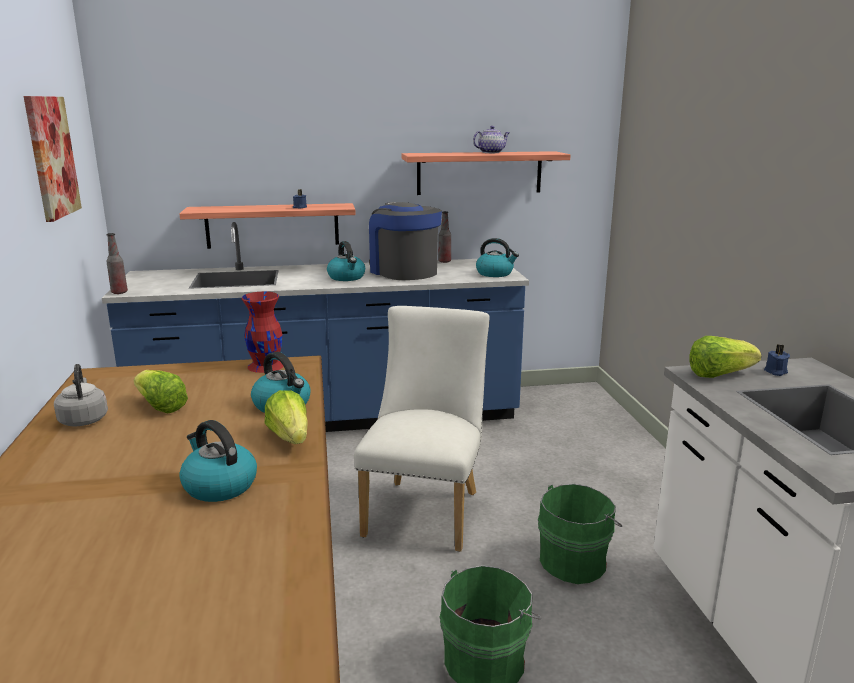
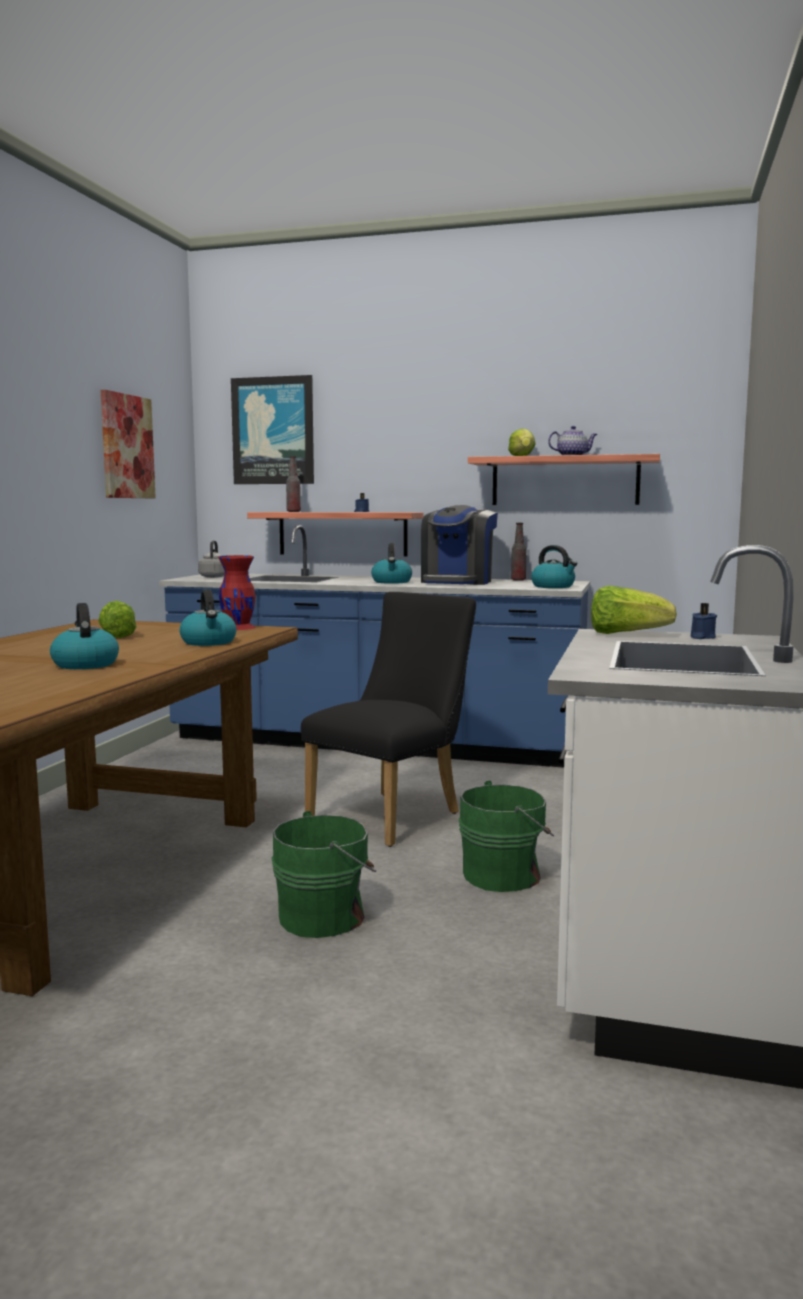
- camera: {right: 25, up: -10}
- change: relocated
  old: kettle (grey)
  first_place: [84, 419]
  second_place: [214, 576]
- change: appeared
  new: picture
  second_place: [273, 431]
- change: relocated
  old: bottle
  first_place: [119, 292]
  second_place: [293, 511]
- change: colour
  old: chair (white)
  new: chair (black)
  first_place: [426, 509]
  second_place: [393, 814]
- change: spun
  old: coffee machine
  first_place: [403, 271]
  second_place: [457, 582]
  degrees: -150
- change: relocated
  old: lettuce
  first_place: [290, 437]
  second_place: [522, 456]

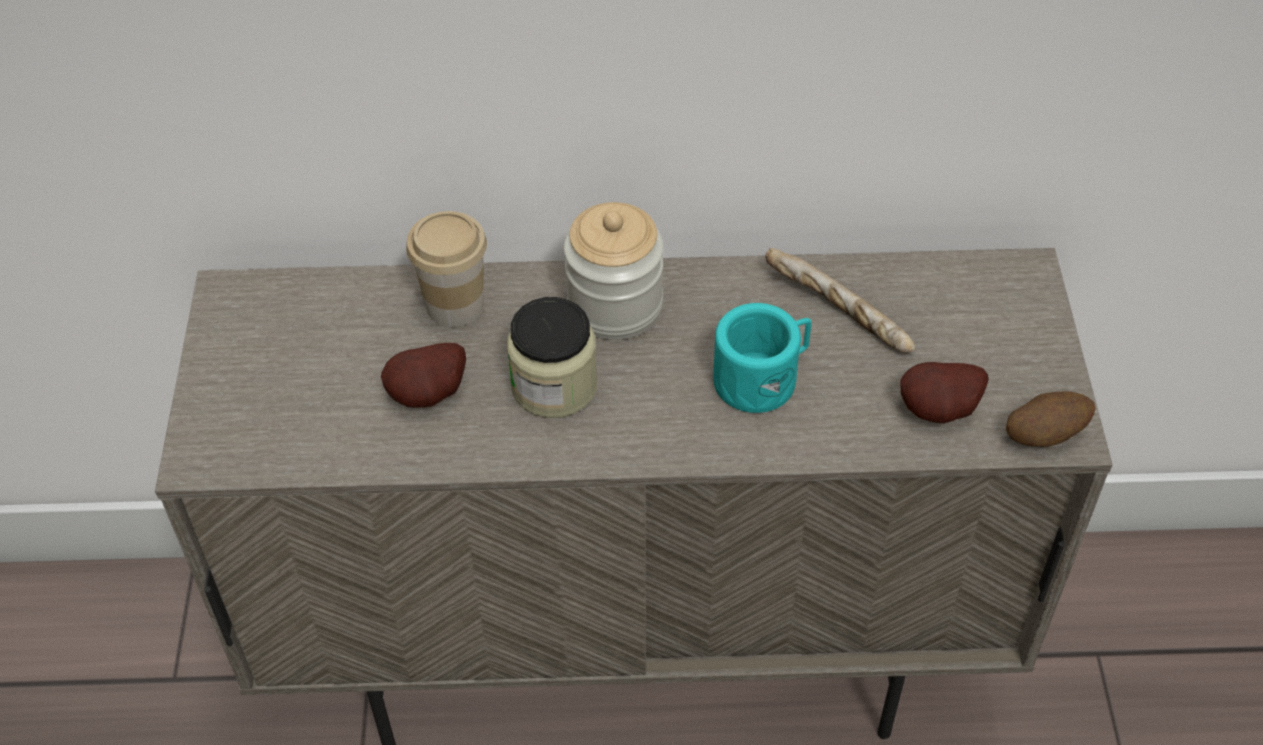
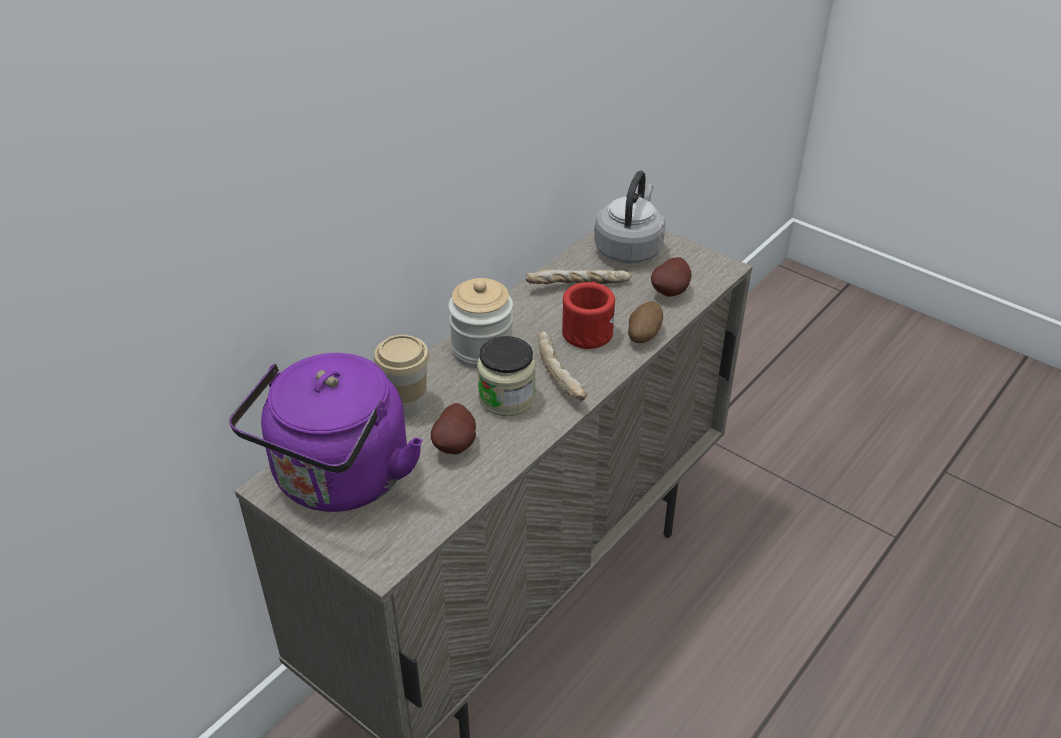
- camera: {right: -50, up: -10}
- change: appeared
  new: kettle (purple)
  second_place: [338, 481]
- change: appeared
  new: bread
  second_place: [561, 374]
- change: colour
  old: mug (turquoise)
  new: mug (red)
  first_place: [763, 378]
  second_place: [588, 330]
- change: appeared
  new: kettle (grey)
  second_place: [629, 248]
- change: relocated
  old: potato
  first_place: [1043, 435]
  second_place: [643, 335]

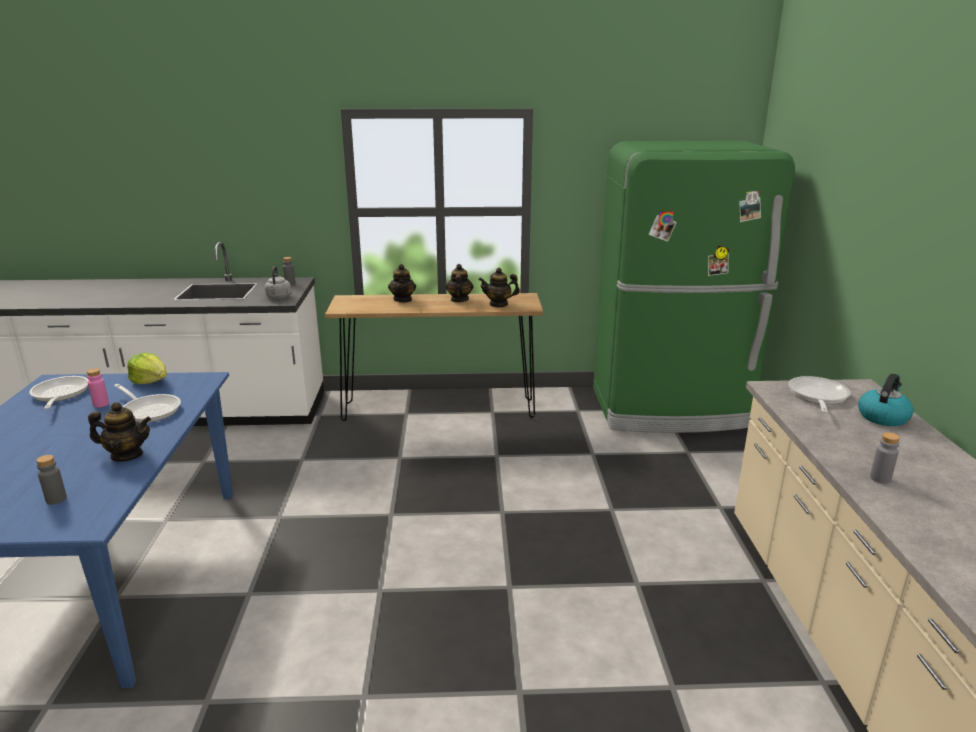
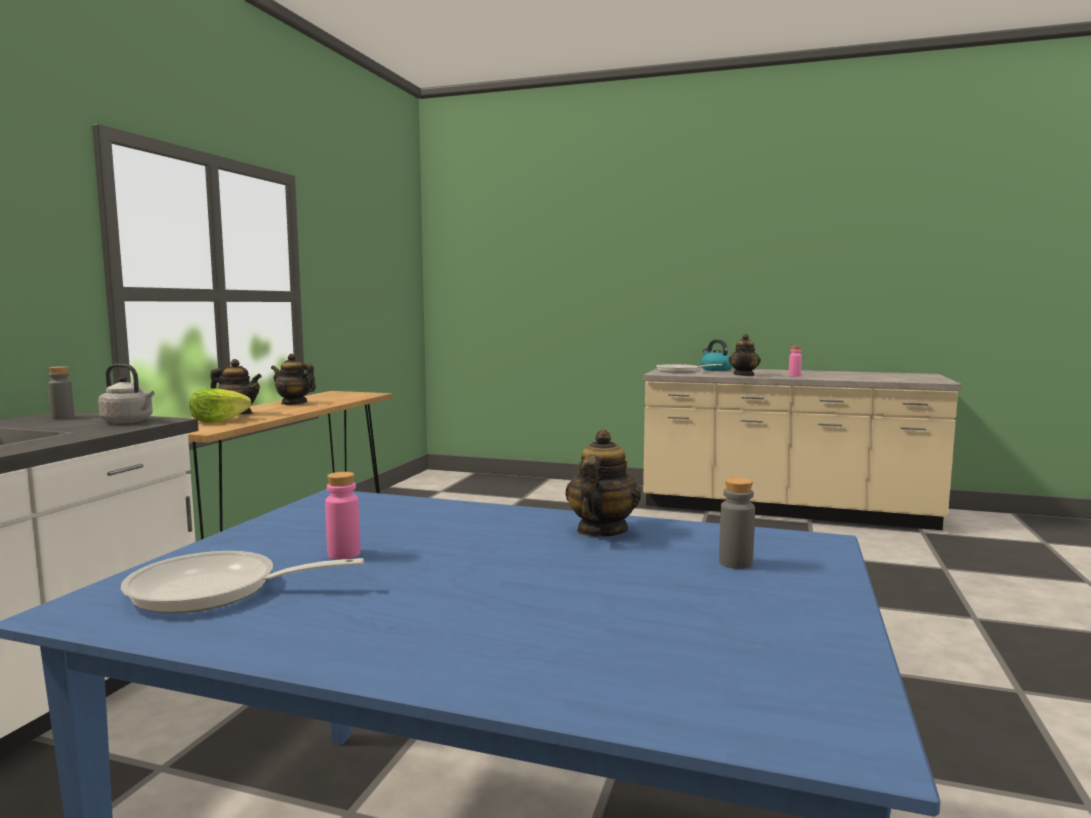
- camera: {right: -70, up: -15}
- change: relocated
  old: lettuce
  first_place: [150, 381]
  second_place: [218, 421]
- change: relocated
  old: teapot
  first_place: [498, 304]
  second_place: [744, 375]
- change: colour
  old: bottle (grey)
  new: bottle (pink)
  first_place: [880, 478]
  second_place: [794, 376]
- change: missing
  old: frying pan
  first_place: [149, 410]
- change: missing
  old: fridge (green)
  first_place: [671, 409]

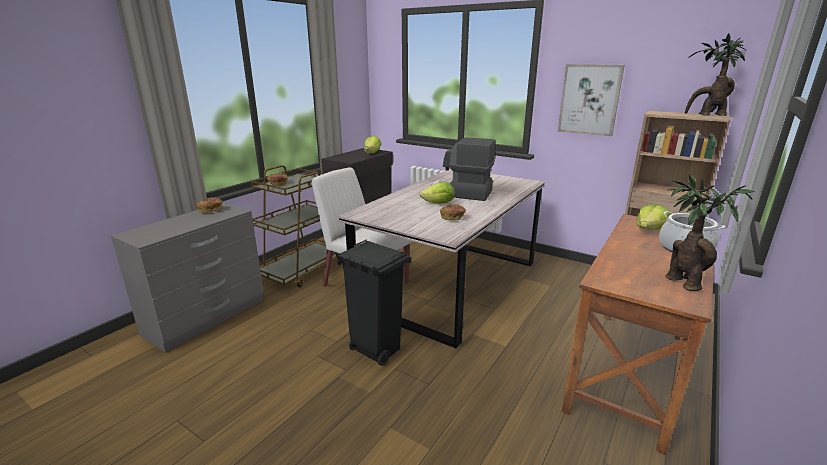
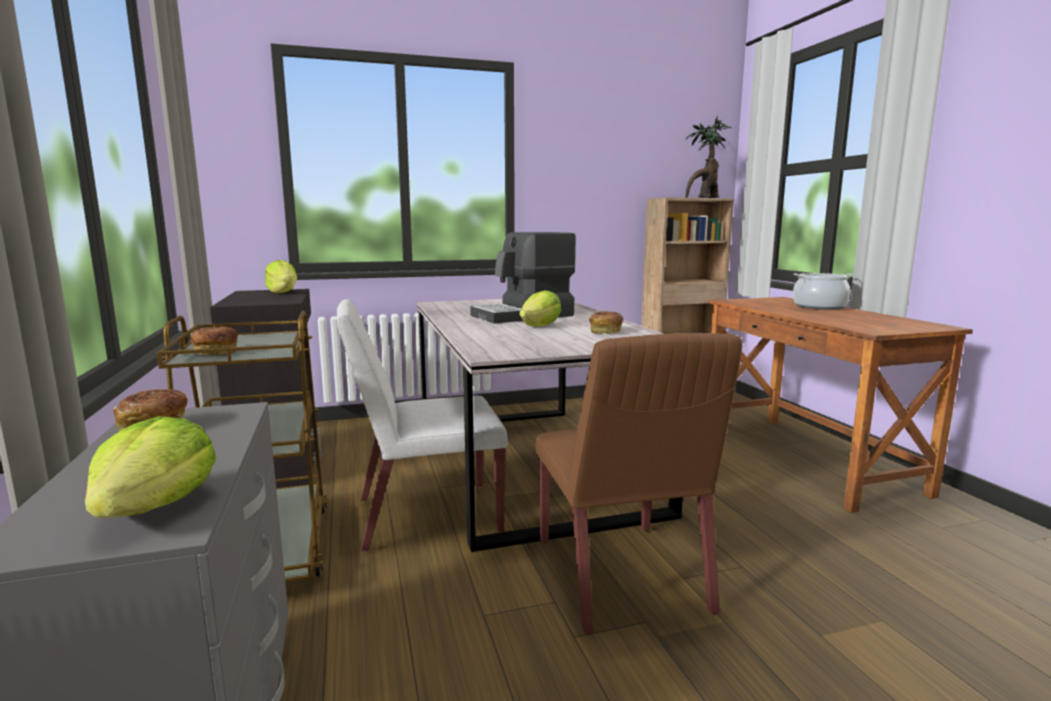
- camera: {right: -50, up: -10}
- change: relocated
  old: lettuce
  first_place: [649, 229]
  second_place: [155, 507]
- change: exchanged
  old: trash can (black)
  new: chair (brown)
  first_place: [375, 350]
  second_place: [621, 576]
- change: missing
  old: picture
  first_place: [589, 99]
- change: missing
  old: potted plant
  first_place: [681, 281]

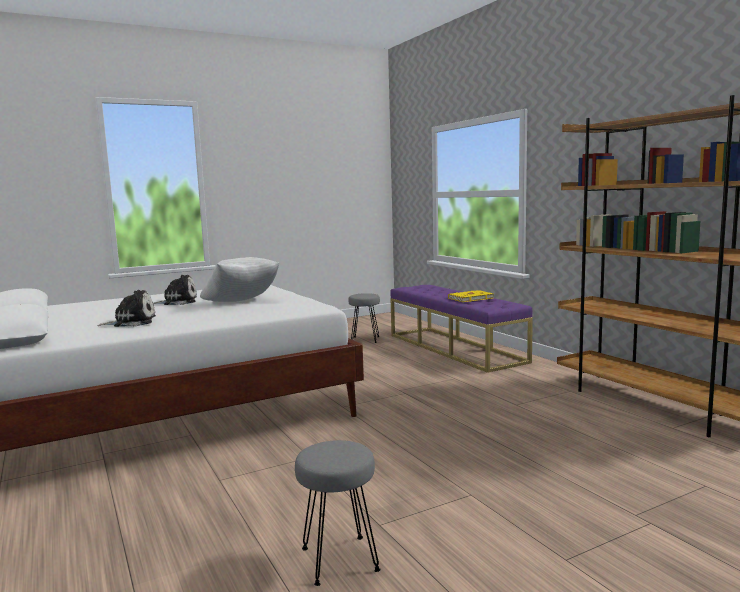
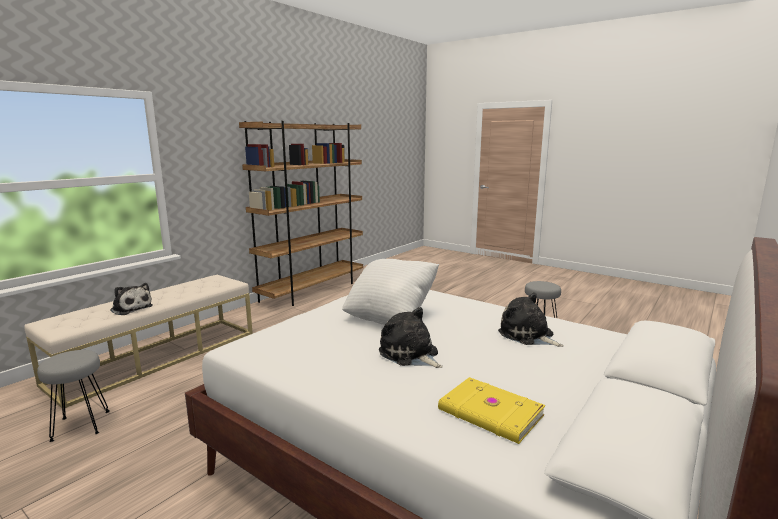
- camera: {right: -115, up: 5}
- change: colour
  old: bench (purple)
  new: bench (beige)
  first_place: [455, 348]
  second_place: [157, 356]
- change: appeared
  new: plush toy
  second_place: [131, 308]
- change: relocated
  old: book (yellow)
  first_place: [470, 298]
  second_place: [490, 414]

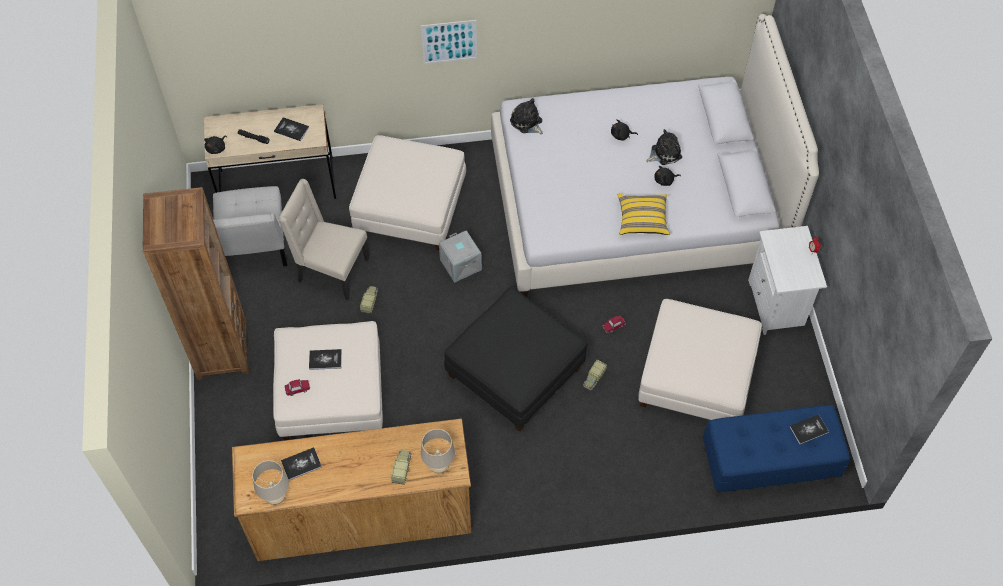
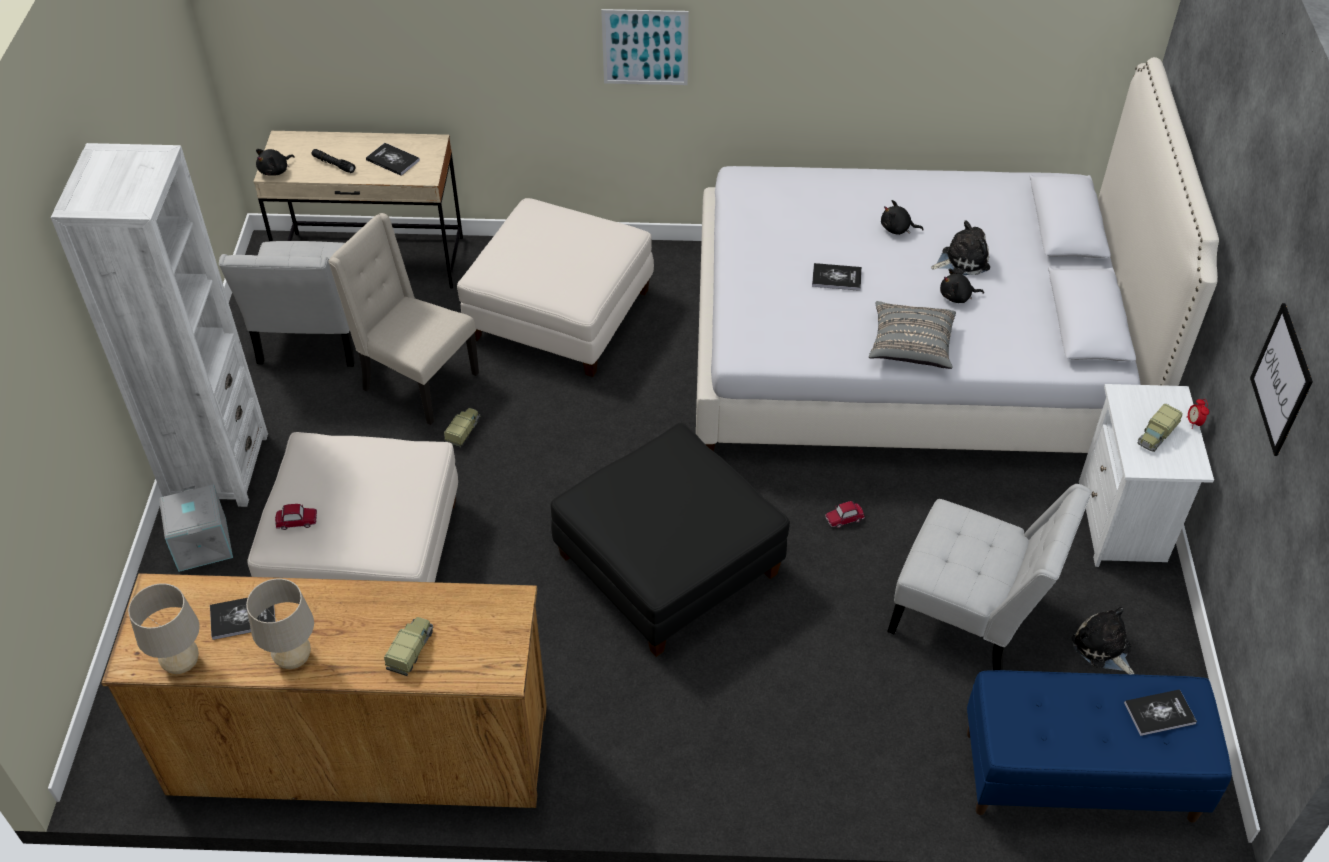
- camera: {right: 10, up: -10}
- change: colour
  old: bookcase (brown)
  new: bookcase (white)
  first_place: [222, 350]
  second_place: [217, 468]
- change: relocated
  old: storage box (grey)
  first_place: [460, 265]
  second_place: [201, 544]
- change: relocated
  old: table lamp (beige)
  first_place: [439, 466]
  second_place: [294, 659]
- change: relocated
  old: book
  first_place: [325, 359]
  second_place: [836, 278]
- change: colour
  old: pillow (yellow)
  new: pillow (grey)
  first_place: [642, 220]
  second_place: [910, 346]
- change: exchanged
  old: ottoman (white)
  new: chair (white)
  first_place: [696, 377]
  second_place: [970, 616]
- change: relocated
  old: plush toy
  first_place: [527, 123]
  second_place: [1103, 648]
- change: relocated
  old: toy truck
  first_place: [594, 378]
  second_place: [1156, 435]
- change: appeared
  new: picture
  second_place: [1281, 379]

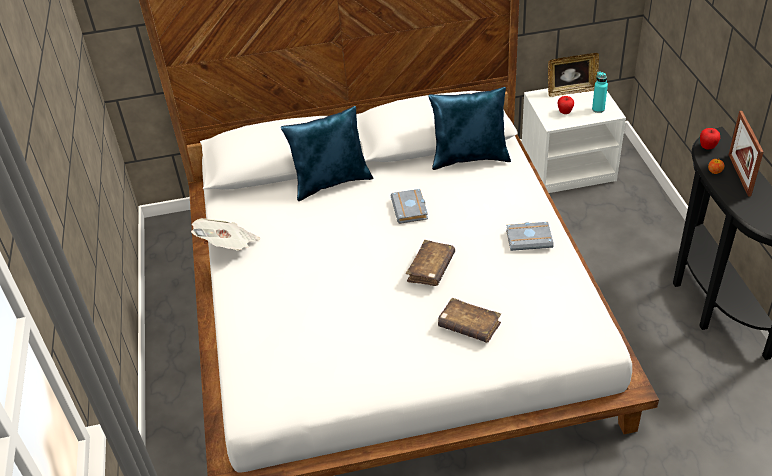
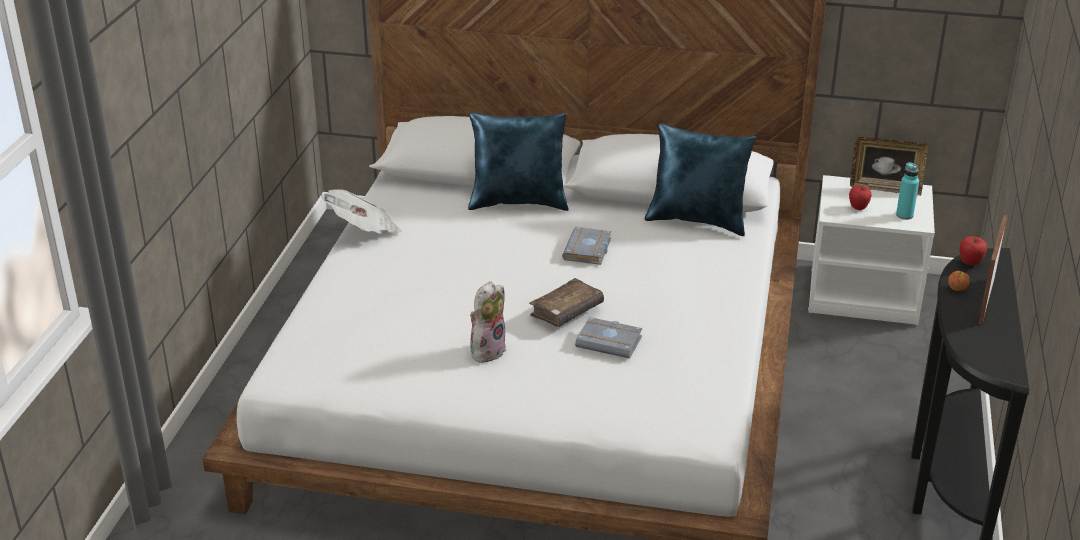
- camera: {right: 20, up: -10}
- change: appeared
  new: plush toy
  second_place: [487, 350]
- change: relocated
  old: book (grey)
  first_place: [530, 238]
  second_place: [610, 342]
- change: missing
  old: book (brown)
  first_place: [469, 326]

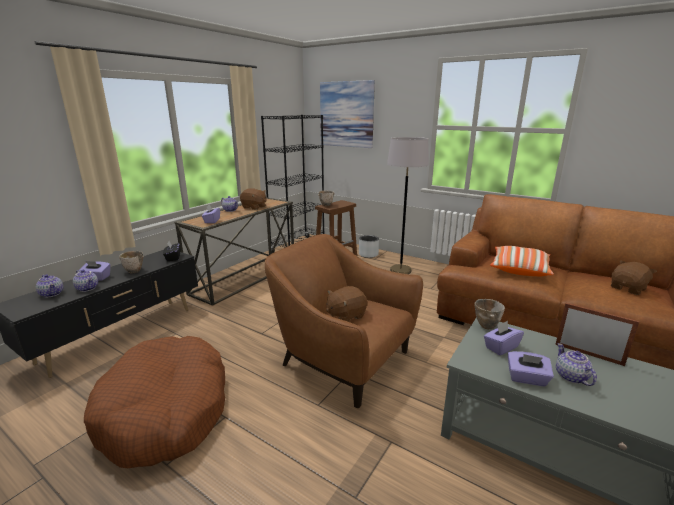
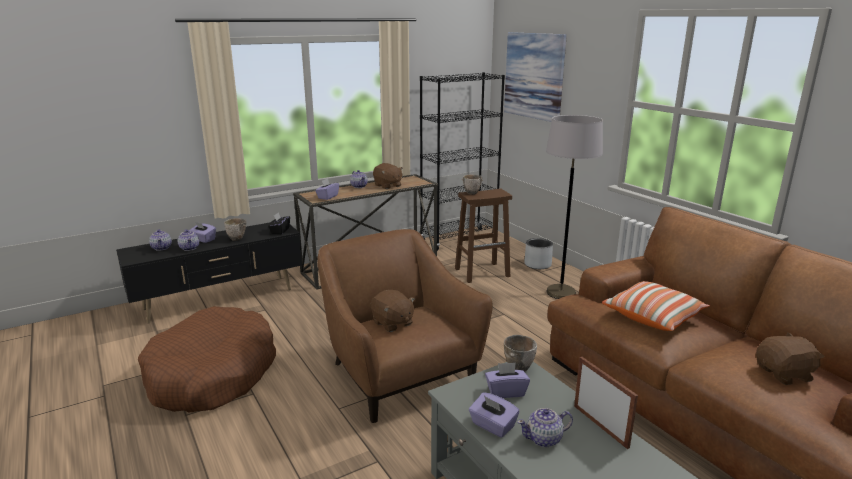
- camera: {right: 25, up: 0}
- change: spun
  old: plush toy (brown)
  first_place: [345, 315]
  second_place: [392, 323]
  degrees: -120
- change: spun
  old: teapot
  first_place: [571, 377]
  second_place: [544, 439]
  degrees: -120

